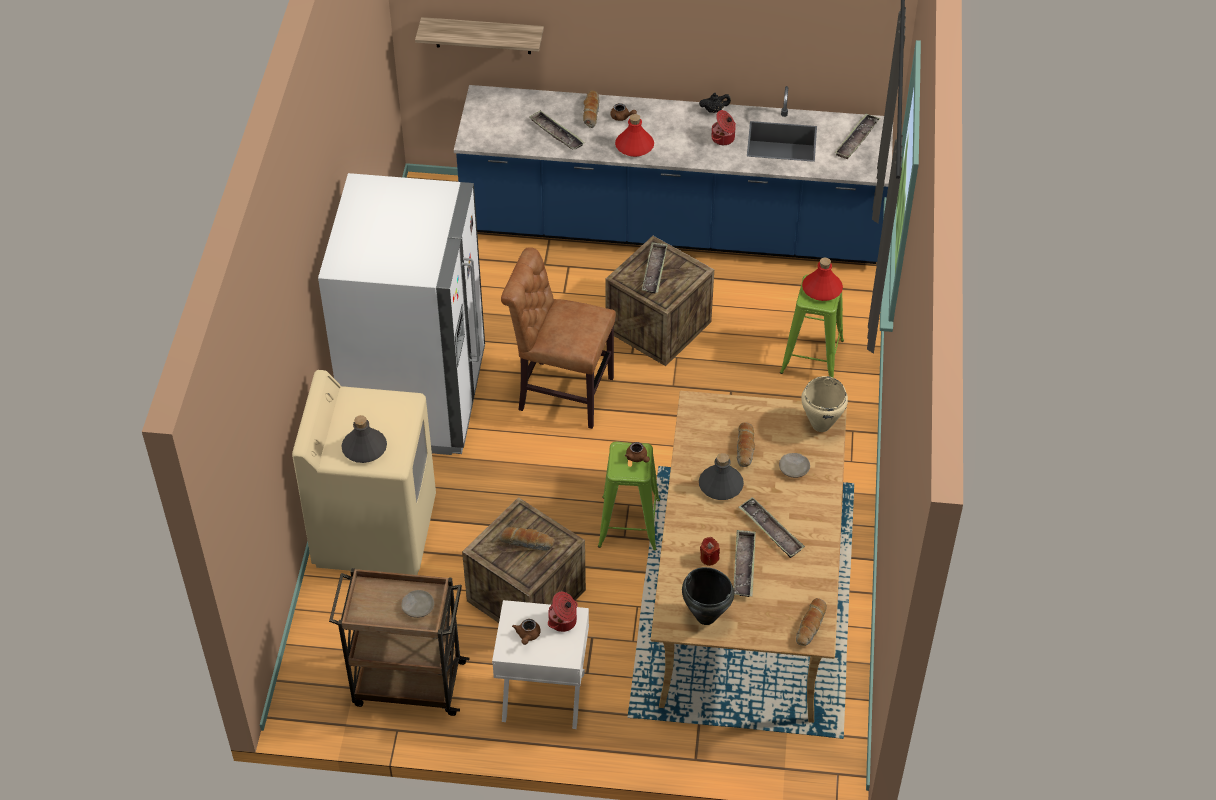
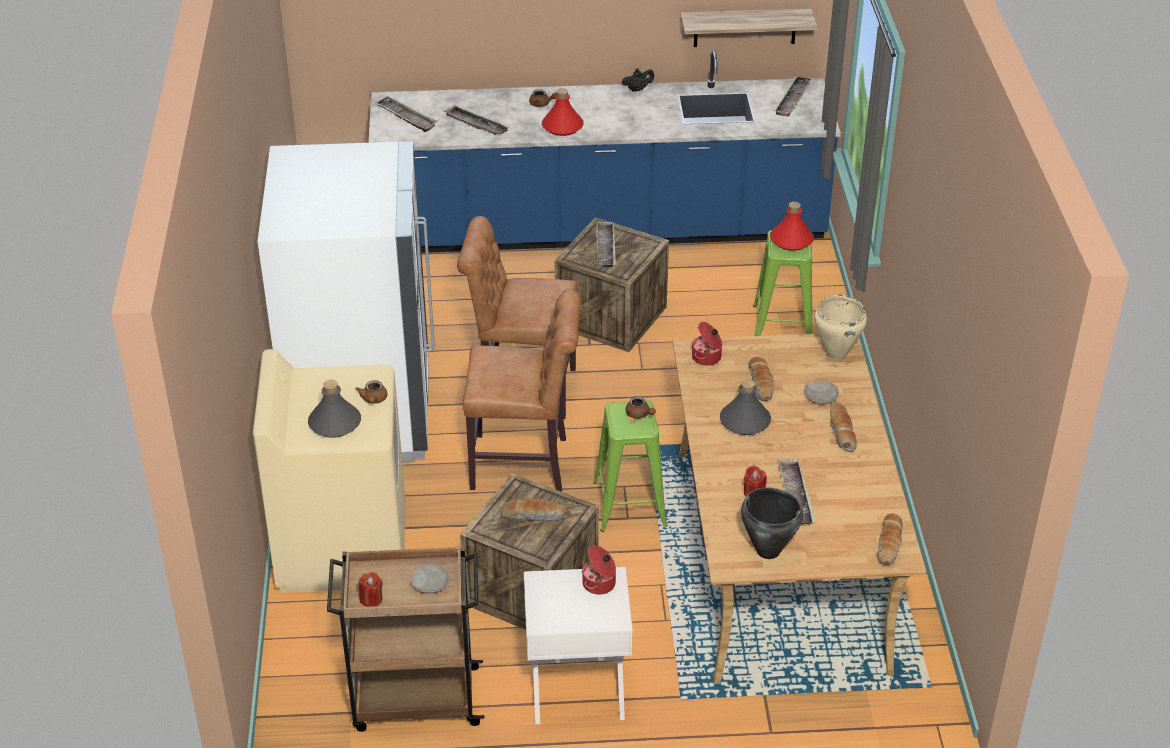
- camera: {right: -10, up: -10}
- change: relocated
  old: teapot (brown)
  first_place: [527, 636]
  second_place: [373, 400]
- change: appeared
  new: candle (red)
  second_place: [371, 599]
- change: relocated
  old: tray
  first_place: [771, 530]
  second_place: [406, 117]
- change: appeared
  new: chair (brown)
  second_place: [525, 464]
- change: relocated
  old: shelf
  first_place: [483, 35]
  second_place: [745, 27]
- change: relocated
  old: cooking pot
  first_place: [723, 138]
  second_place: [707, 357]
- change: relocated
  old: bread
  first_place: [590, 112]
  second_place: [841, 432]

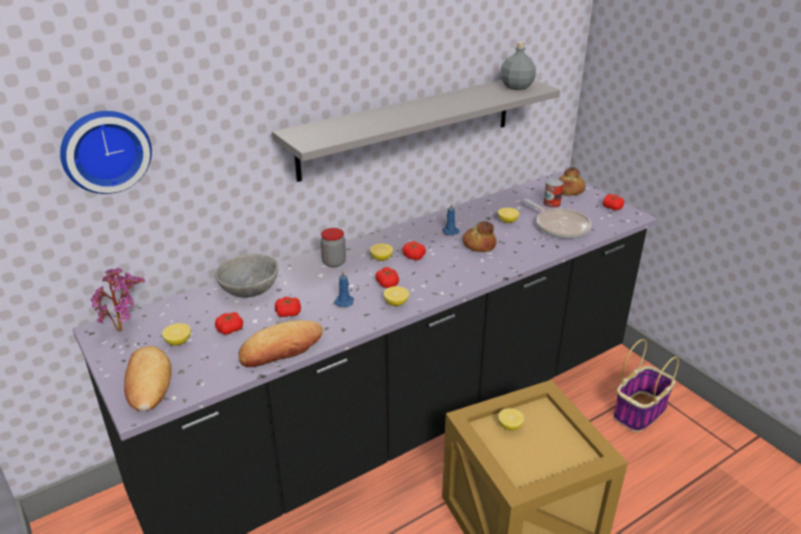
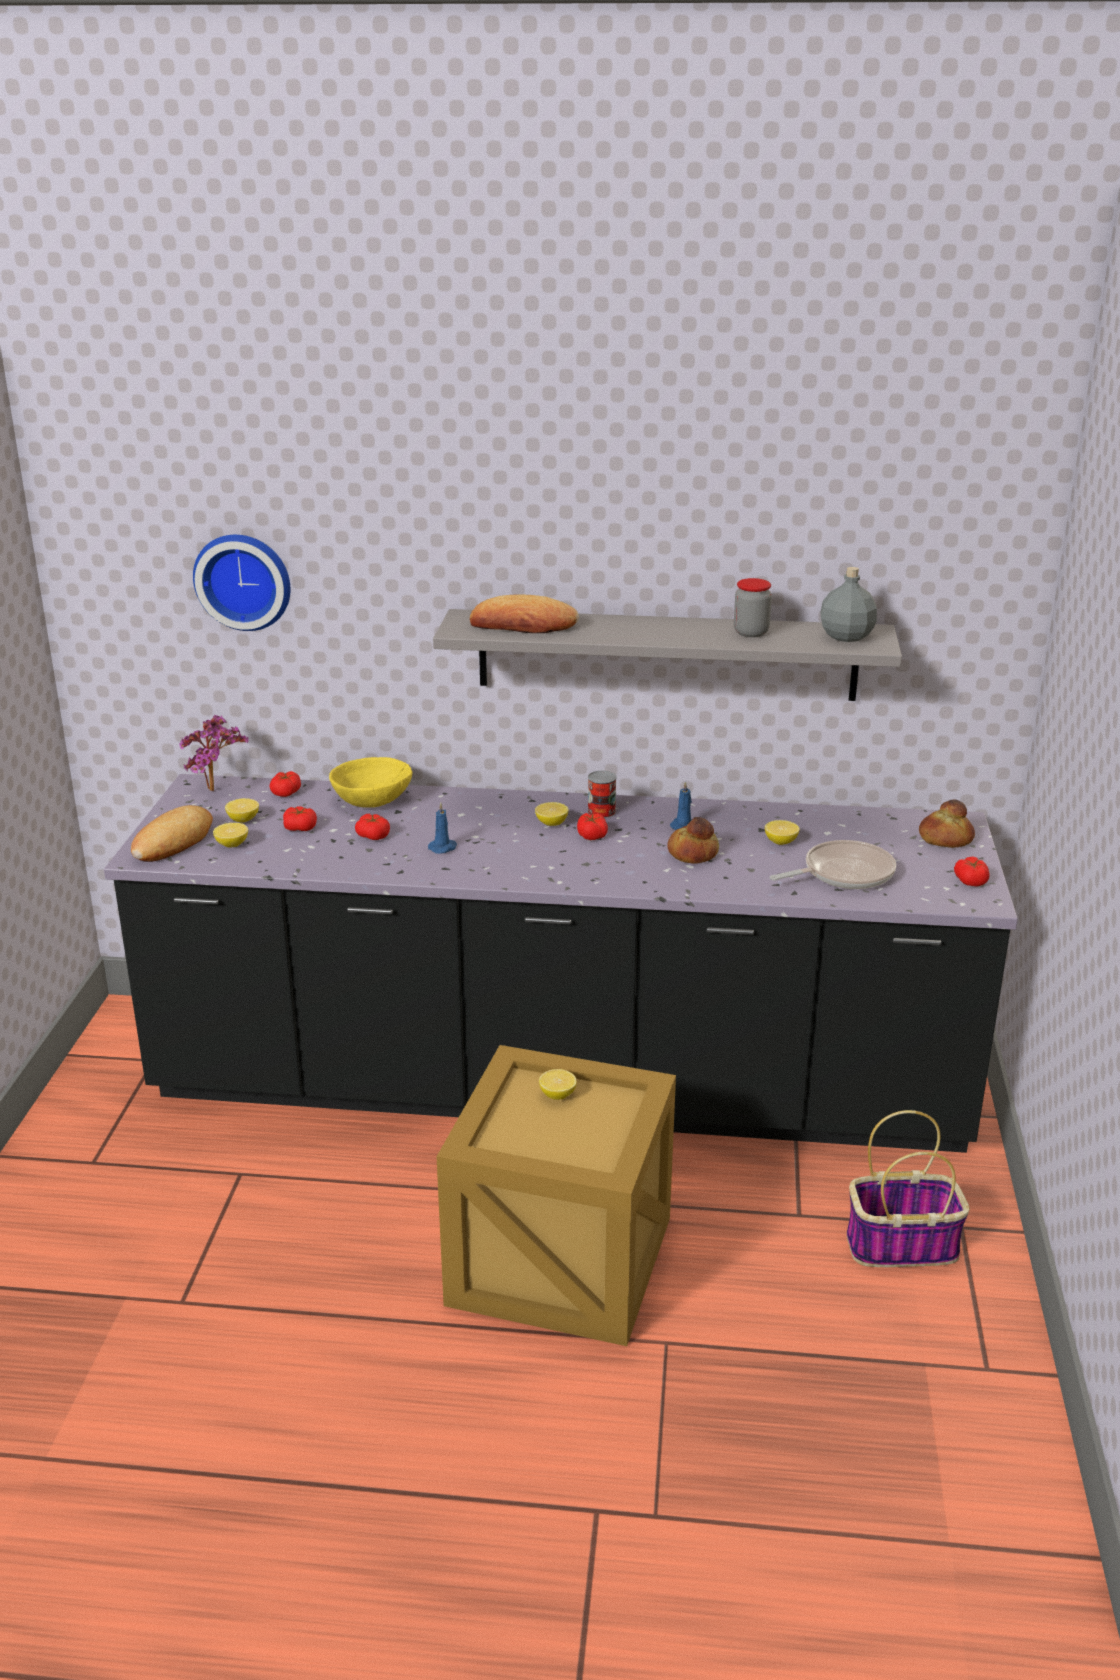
- camera: {right: 40, up: -5}
- change: relocated
  old: lemon
  first_place: [396, 303]
  second_place: [232, 844]
- change: relocated
  old: tomato
  first_place: [387, 283]
  second_place: [286, 792]
- change: colour
  old: bowl (grey)
  new: bowl (yellow)
  first_place: [250, 289]
  second_place: [372, 800]
- change: relocated
  old: bread
  first_place: [281, 349]
  second_place: [523, 625]
- change: relocated
  old: can
  first_place: [551, 203]
  second_place: [601, 812]
- change: relocated
  old: jar
  first_place: [334, 262]
  second_place: [751, 632]
- change: spun
  old: frying pan
  first_place: [560, 226]
  second_place: [843, 873]
  degrees: -120

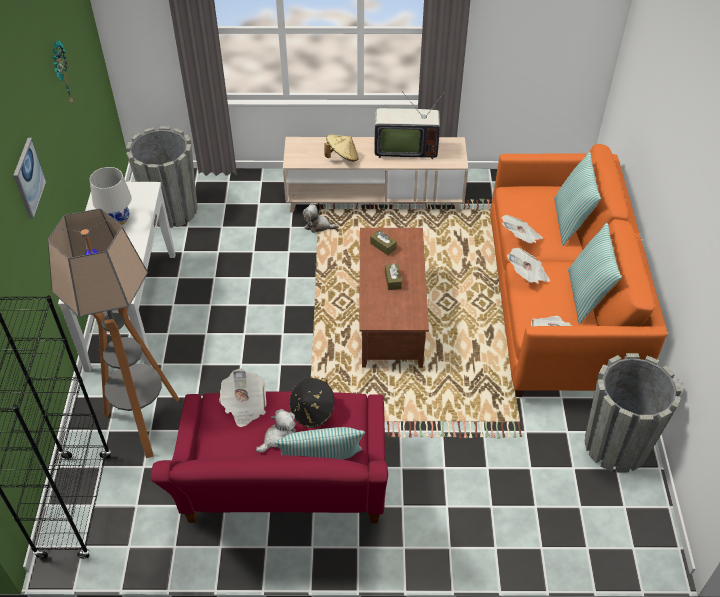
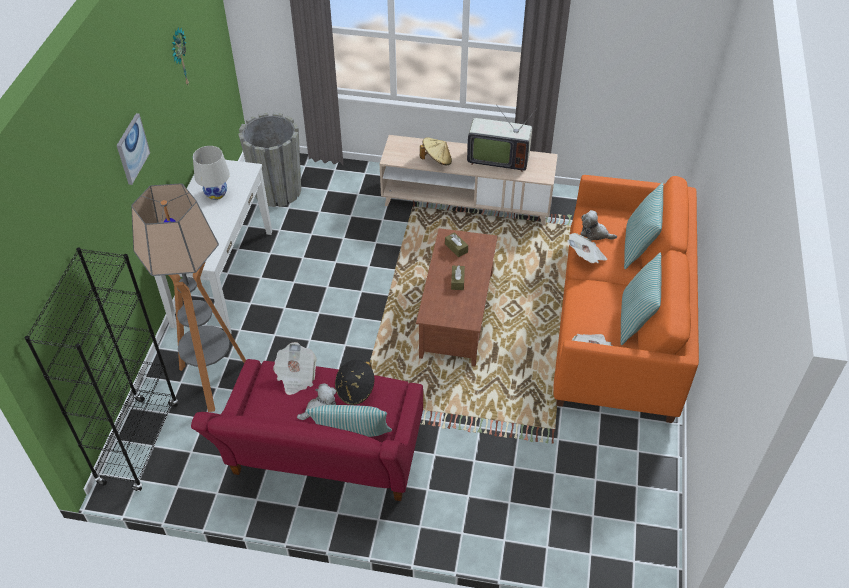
- camera: {right: 10, up: 0}
- change: relocated
  old: plush toy
  first_place: [318, 226]
  second_place: [595, 233]
- change: missing
  old: newspaper
  first_place: [527, 275]
- change: missing
  old: planter (grey)
  first_place: [616, 445]

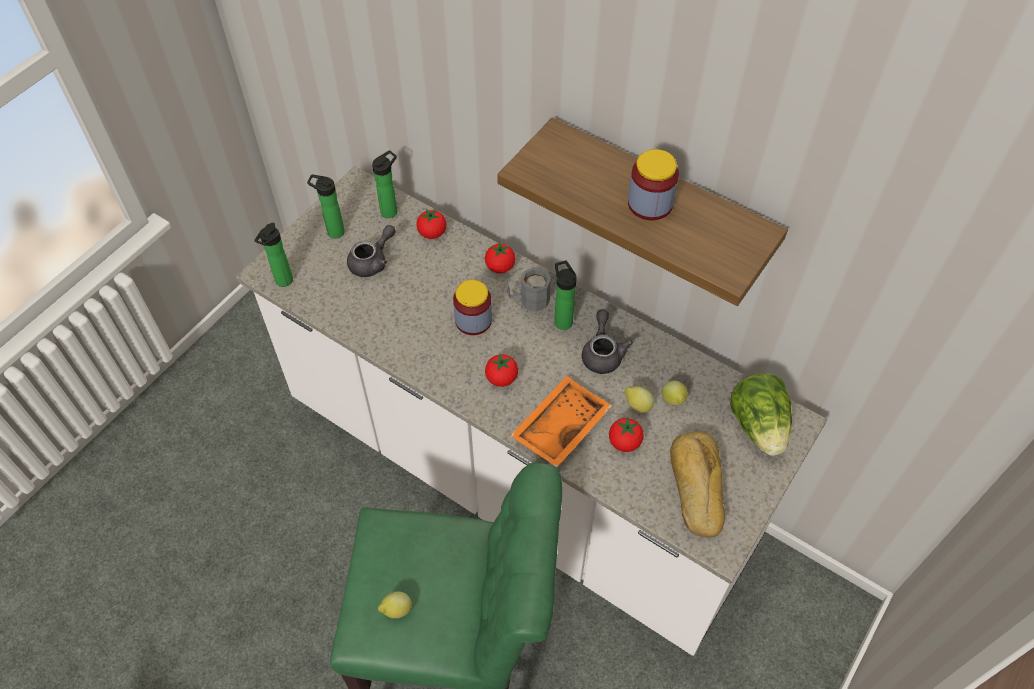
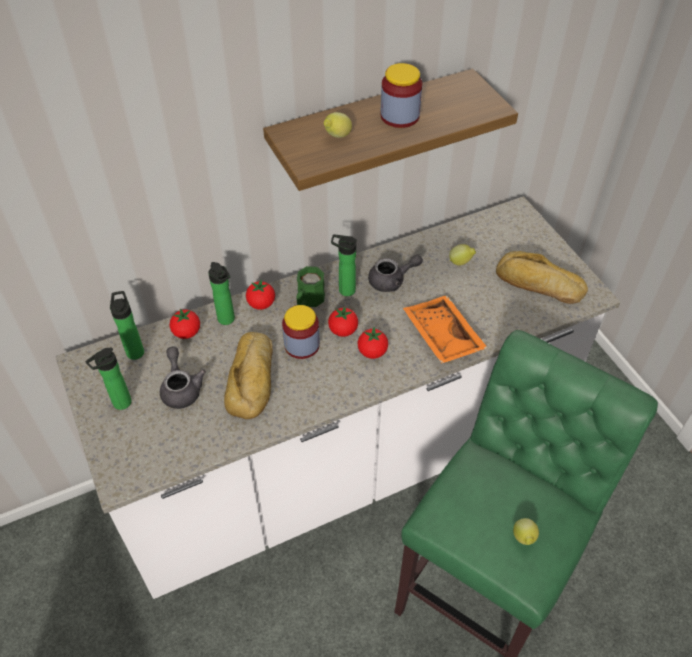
- camera: {right: -60, up: -5}
- change: relocated
  old: bottle
  first_place: [282, 282]
  second_place: [227, 320]
- change: appeared
  new: bread
  second_place: [253, 379]
- change: colour
  old: mug (grey)
  new: mug (green)
  first_place: [528, 299]
  second_place: [308, 301]
- change: relocated
  old: lemon
  first_place: [637, 406]
  second_place: [337, 137]
- change: relocated
  old: tomato
  first_place: [624, 442]
  second_place: [343, 330]
- change: spun
  old: teapot (grey)
  first_place: [602, 353]
  second_place: [392, 281]
  degrees: 135
- change: missing
  old: lettuce
  first_place: [759, 426]

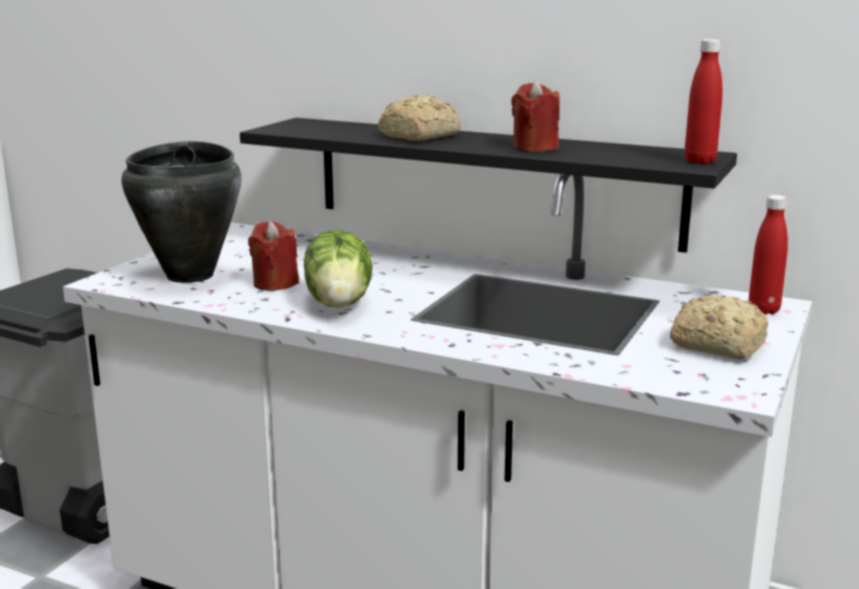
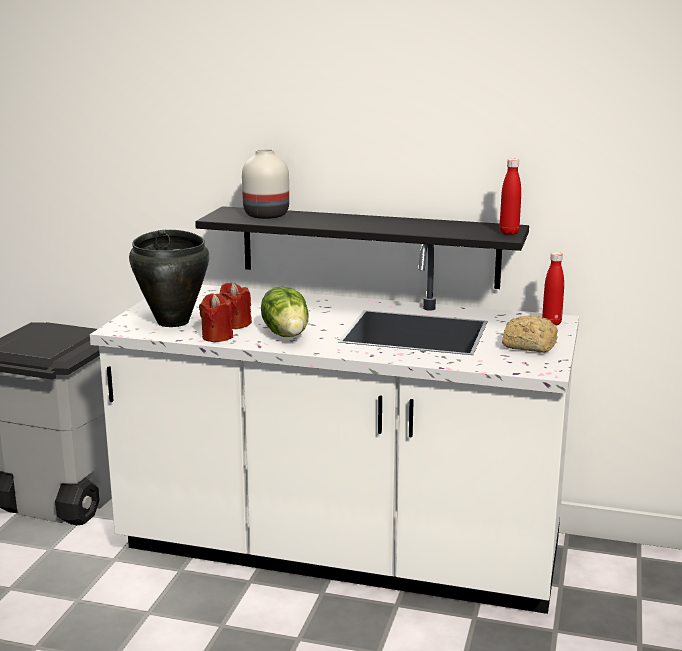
- camera: {right: -10, up: 0}
- change: relocated
  old: candle (red)
  first_place: [535, 147]
  second_place: [217, 337]
- change: appeared
  new: vase (white)
  second_place: [265, 215]
- change: missing
  old: bread
  first_place: [417, 136]

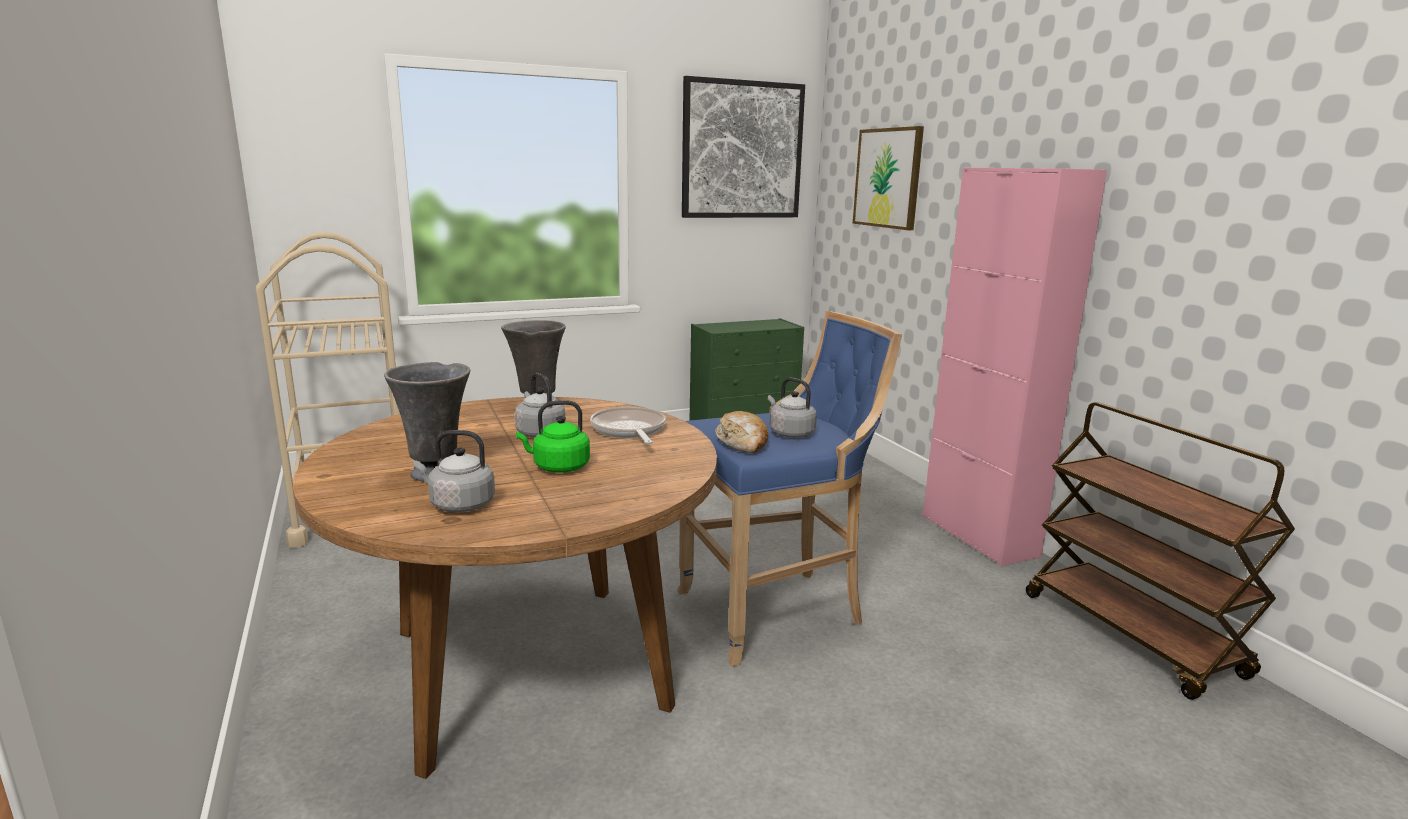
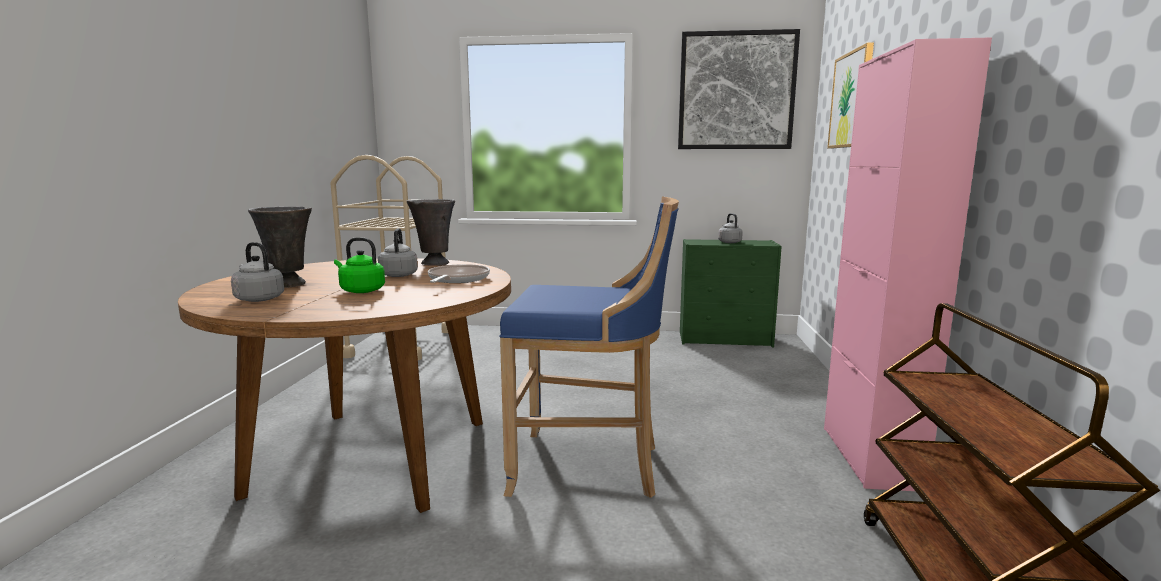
- camera: {right: 30, up: -5}
- change: relocated
  old: kettle (grey)
  first_place: [789, 433]
  second_place: [729, 242]
- change: missing
  old: bread
  first_place: [743, 443]

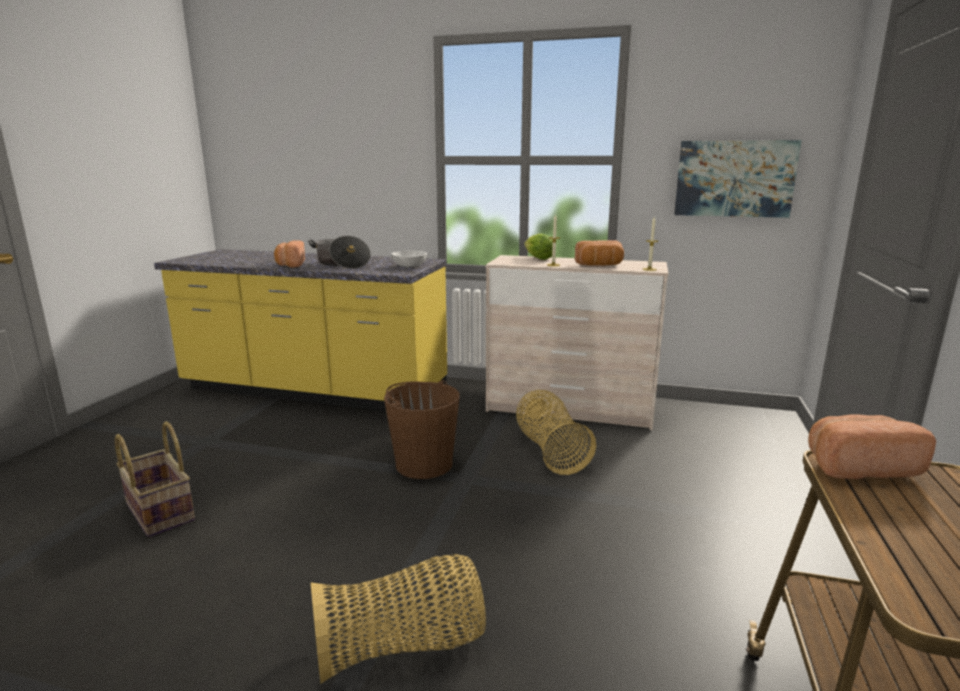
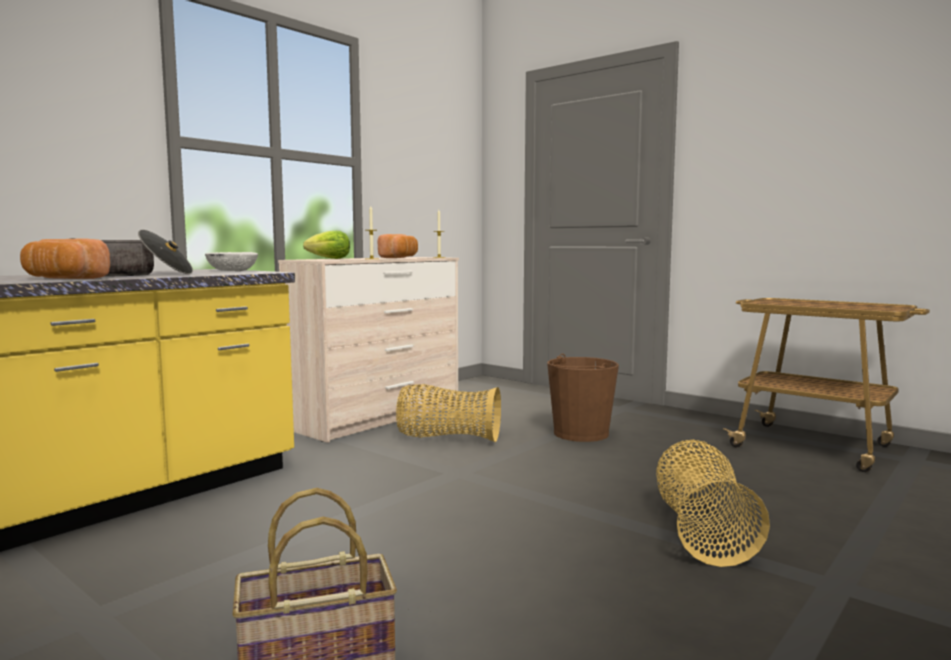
- camera: {right: -65, up: -10}
- change: relocated
  old: bucket (brown)
  first_place: [423, 464]
  second_place: [580, 433]
- change: missing
  old: picture
  first_place: [734, 179]
- change: missing
  old: bread
  first_place: [858, 466]

